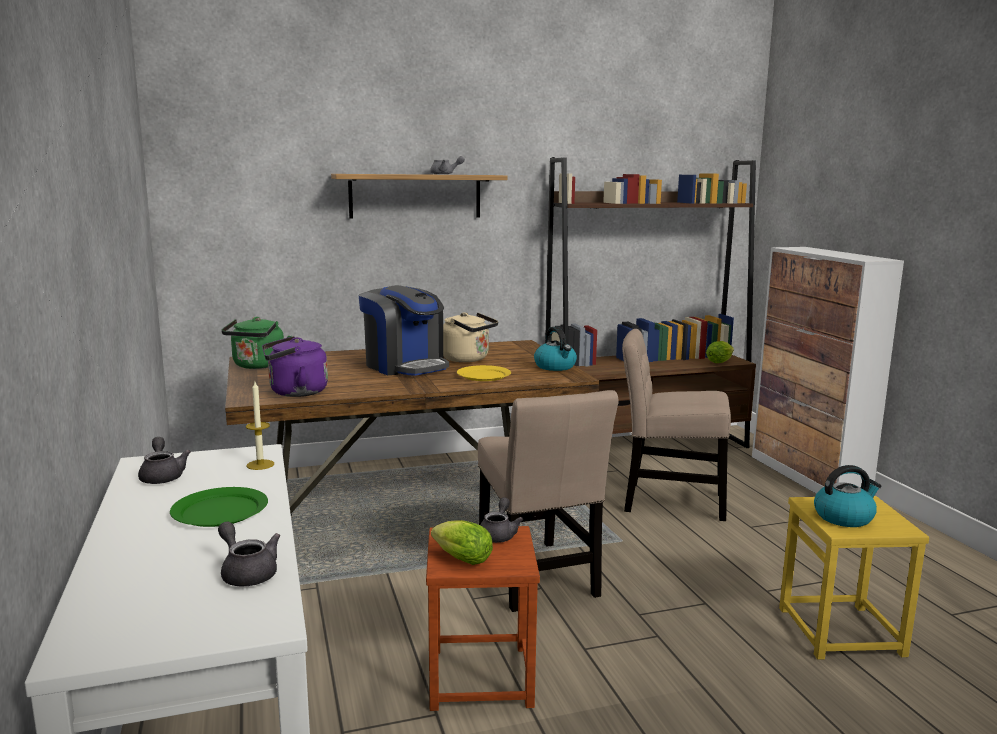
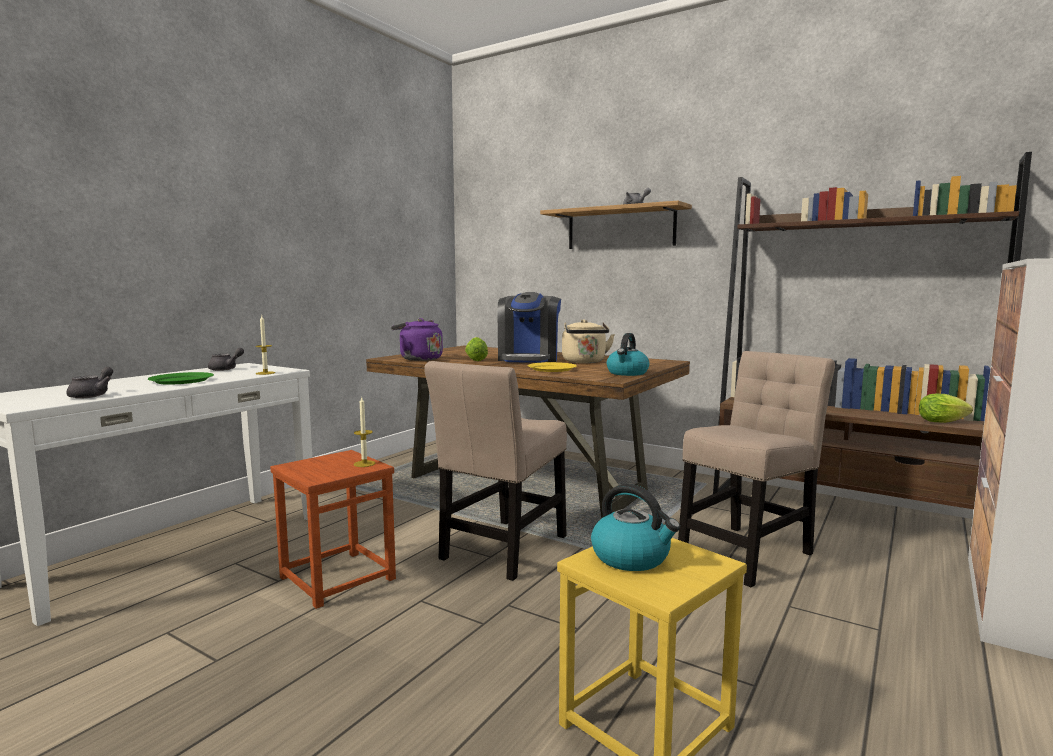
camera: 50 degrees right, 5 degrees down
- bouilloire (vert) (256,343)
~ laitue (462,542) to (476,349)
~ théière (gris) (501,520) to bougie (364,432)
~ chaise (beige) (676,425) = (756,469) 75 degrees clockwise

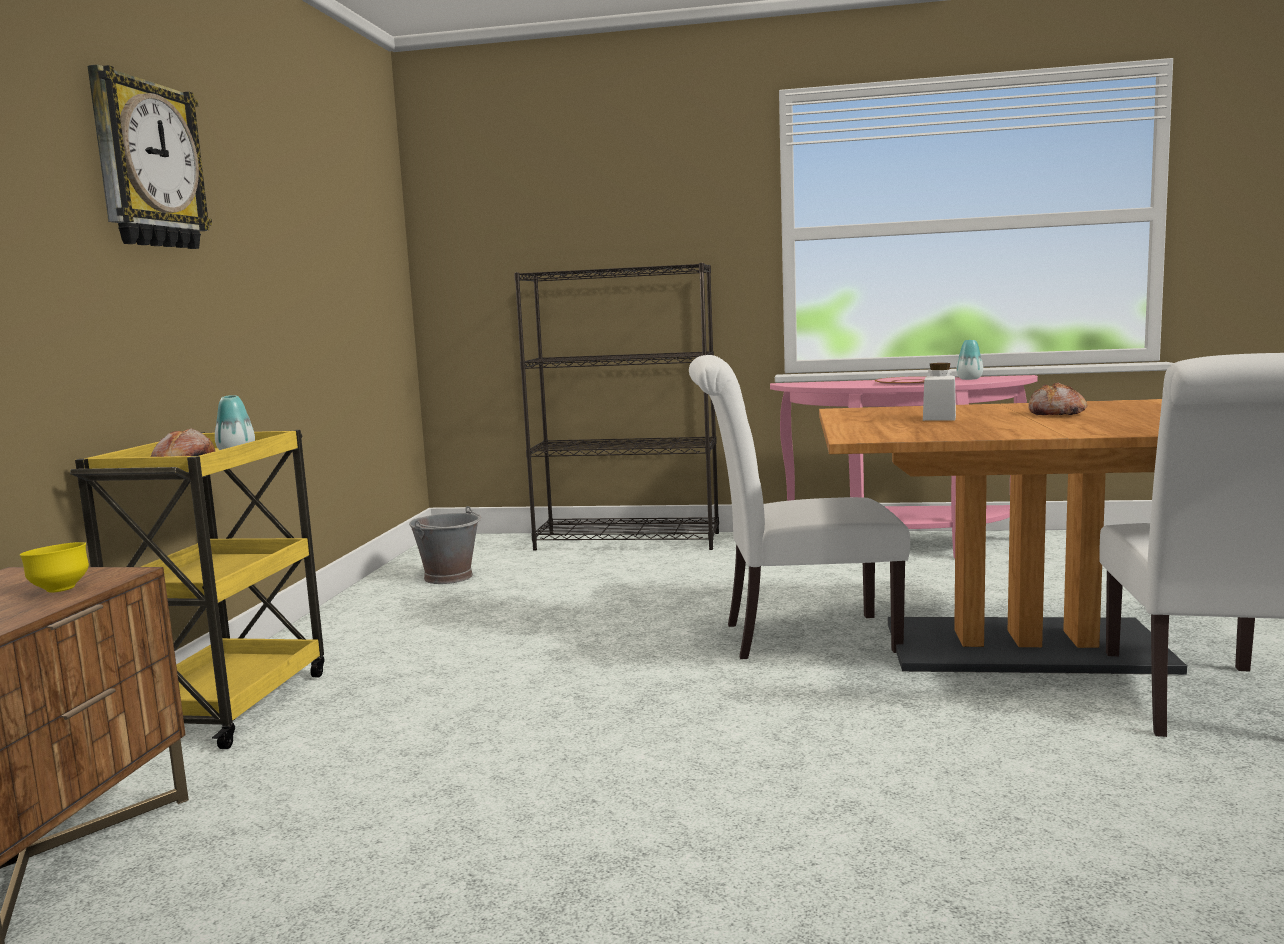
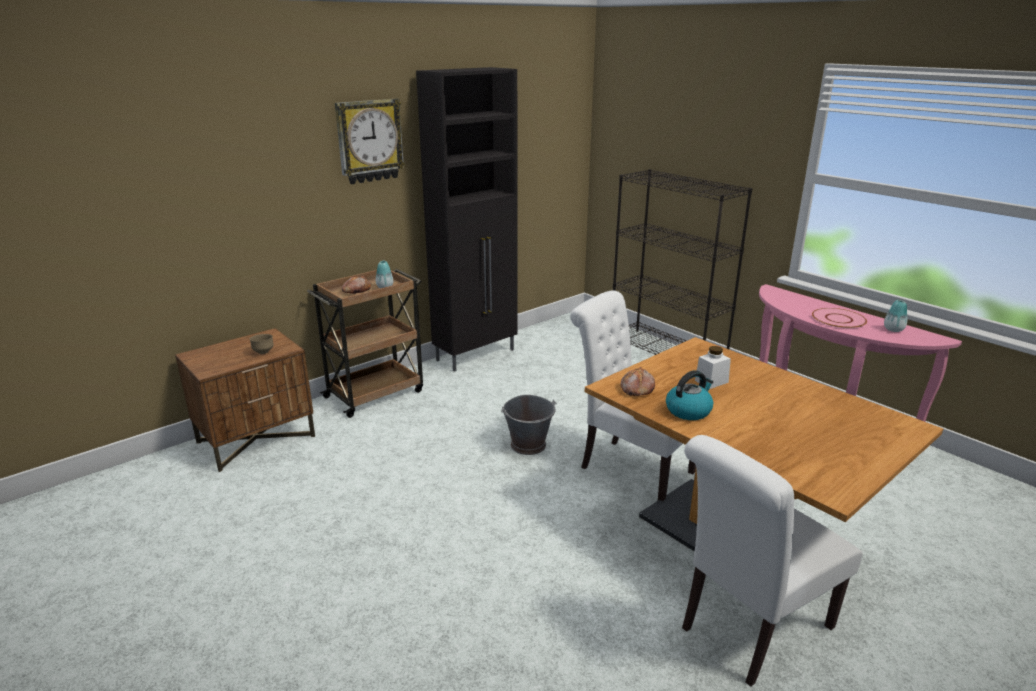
camera: 40 degrees right, 15 degrees up
+ meuble de rangement (noir) (466,219)
+ bouilloire (689,395)
~ seau (gris) (445,545) to (529,425)
~ pain (1057,399) to (637,381)
~ bol (jaune) (54,567) to bol (marron) (262,344)
~ chariot (jaune) (197,589) to chariot (marron) (365,343)

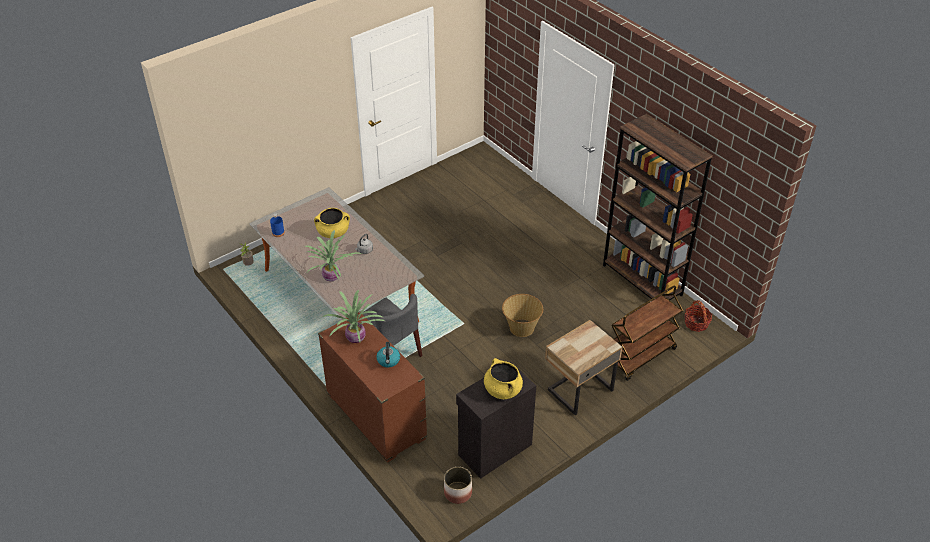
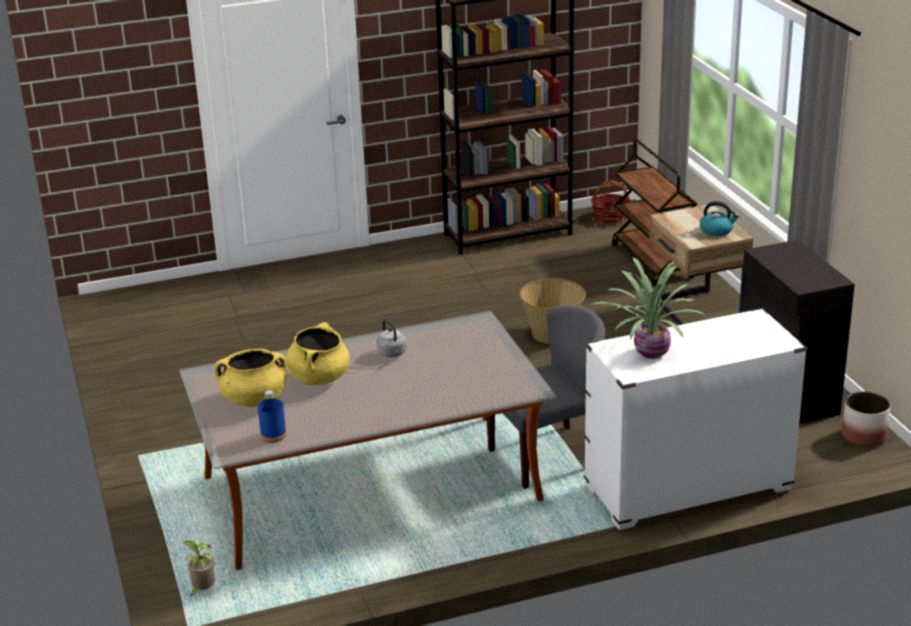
camera: 70 degrees left, 15 degrees down
- plante en pot (333,256)
~ bouilloire (388,355) to (719,218)
~ marmite (jaune) (503,378) to (250,378)
~ commode (marron) (372,387) to commode (blanc) (695,419)

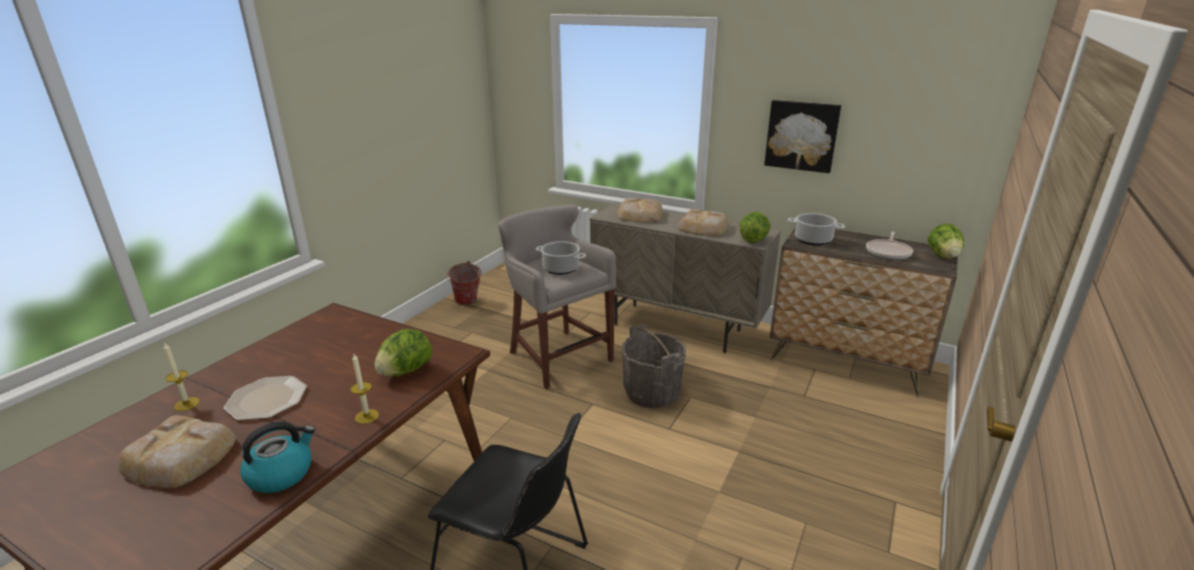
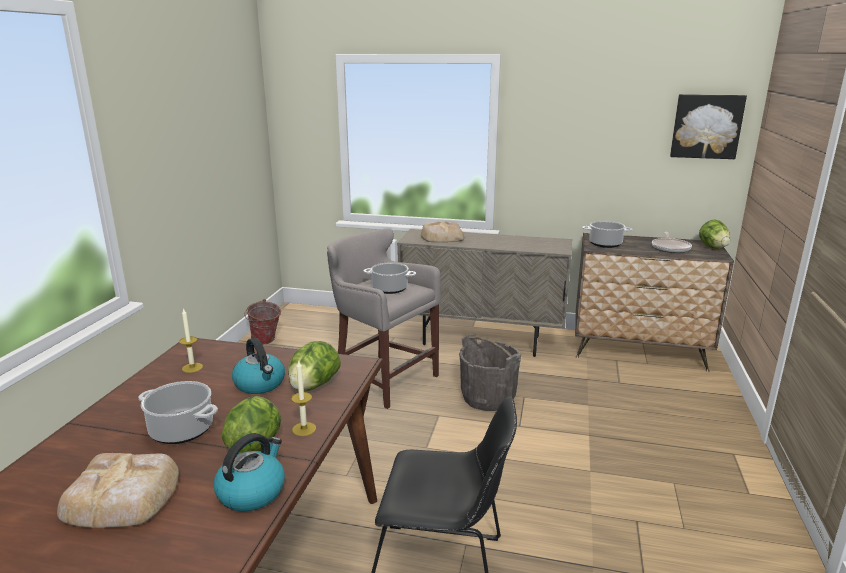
camera: 15 degrees left, 5 degrees down
- pain (703,222)
+ bouilloire (258,366)
~ bougie (182,377) to (191,340)
~ laitue (755,227) to (251,425)
~ tableau (802,136) to (708,126)
~ assiette (265,398) to marmite (178,412)

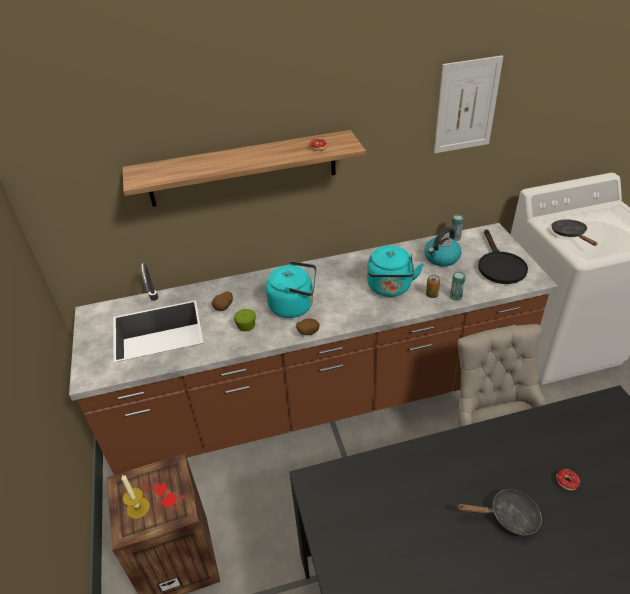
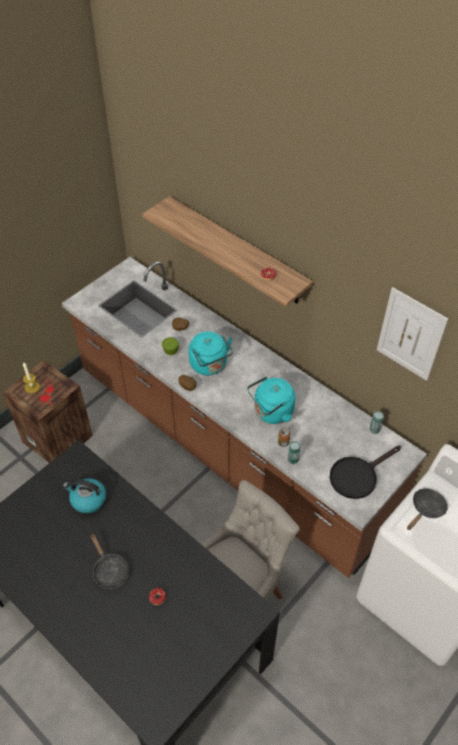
camera: 55 degrees right, 10 degrees up
~ bouilloire (442,247) to (84,495)

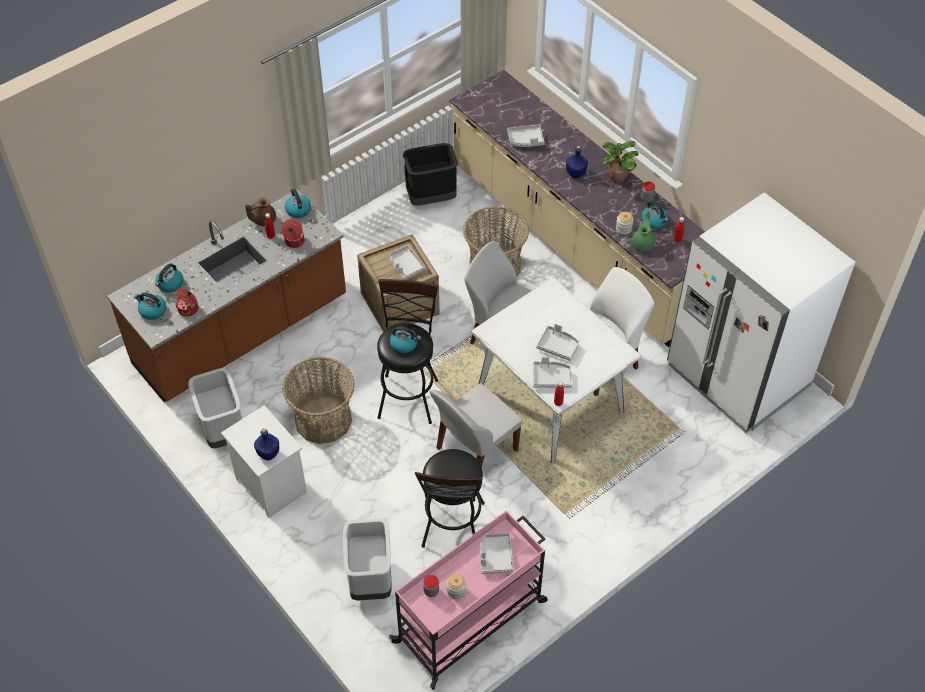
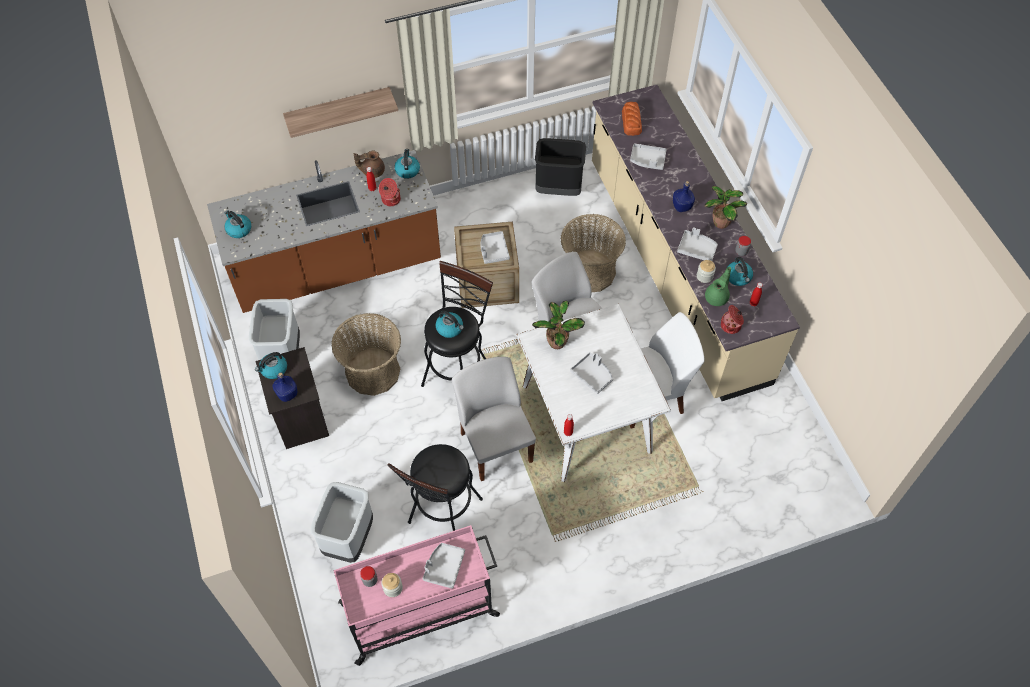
camera: 20 degrees right, 5 degrees up
- réfrigérateur (blanc) (761,313)
+ étagère (340,112)
+ plante en pot (558,325)
+ pain (632,119)
~ bouilloire (169,277) to (271,365)
~ marmite (187,302) to (732,319)
~ plateau (gris) (552,372) to (697,244)
~ table de chevet (blanc) (264,461) to table de chevet (noir) (292,398)
~ chaise (blanc) (475,425) = (494,419) 90 degrees clockwise

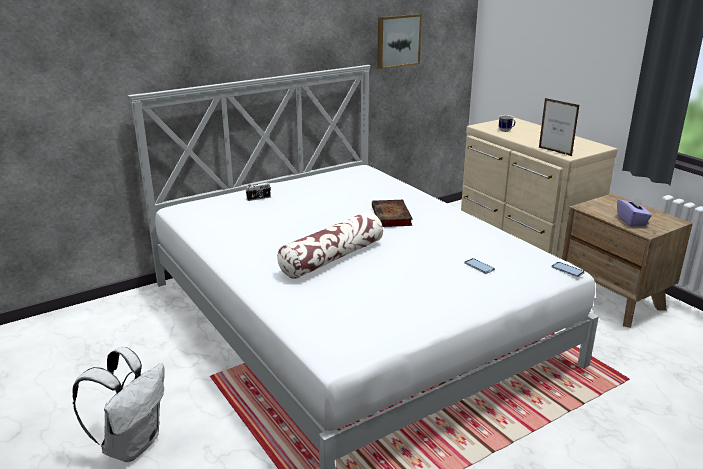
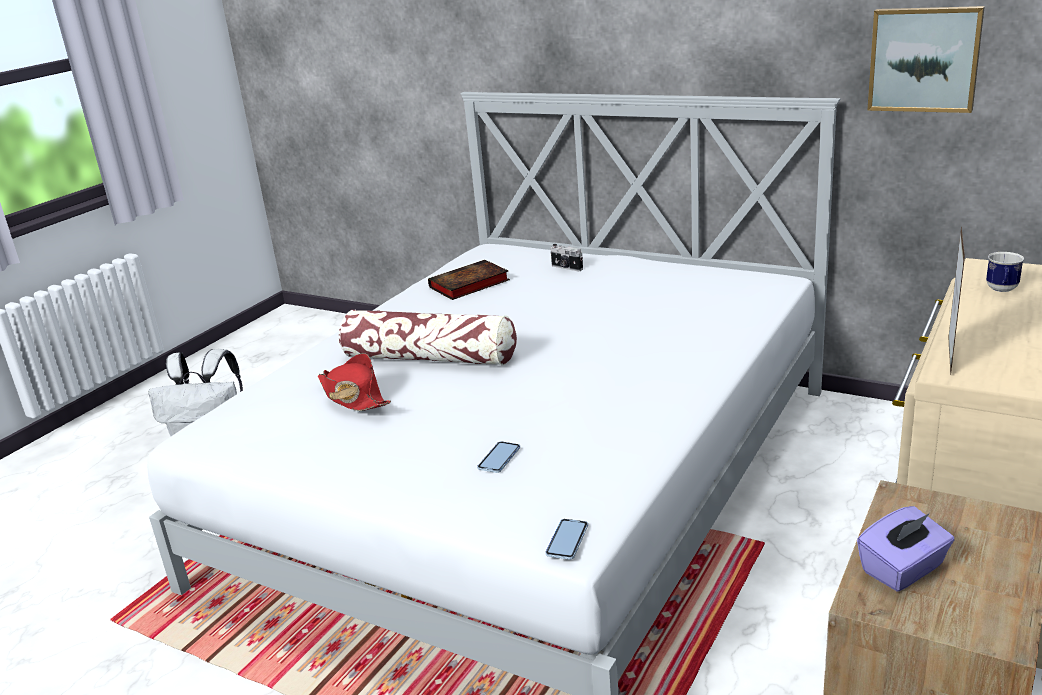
camera: 65 degrees right, 0 degrees up
+ chapeau (rouge) (354,382)
~ livre (392,213) to (469,280)

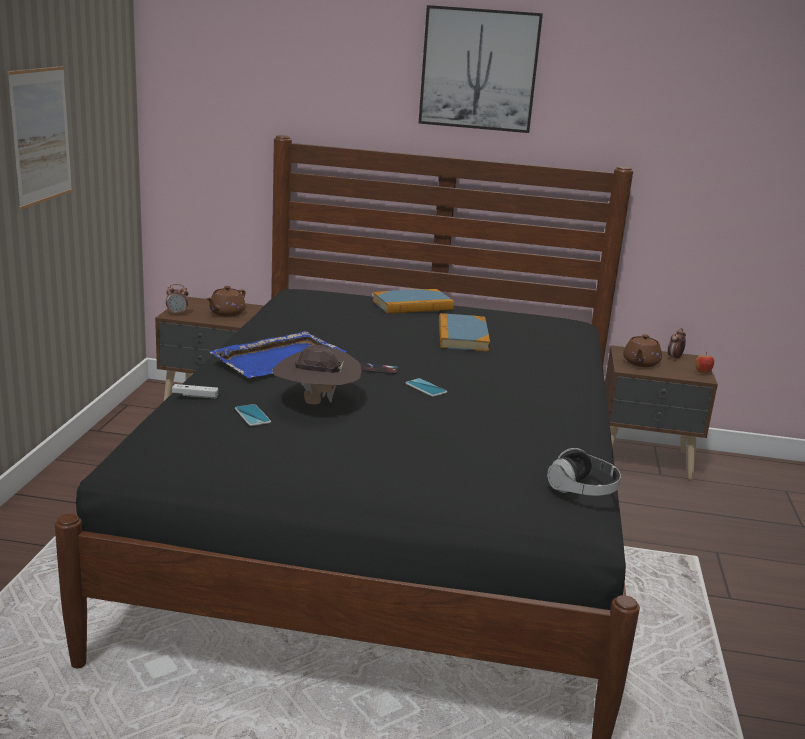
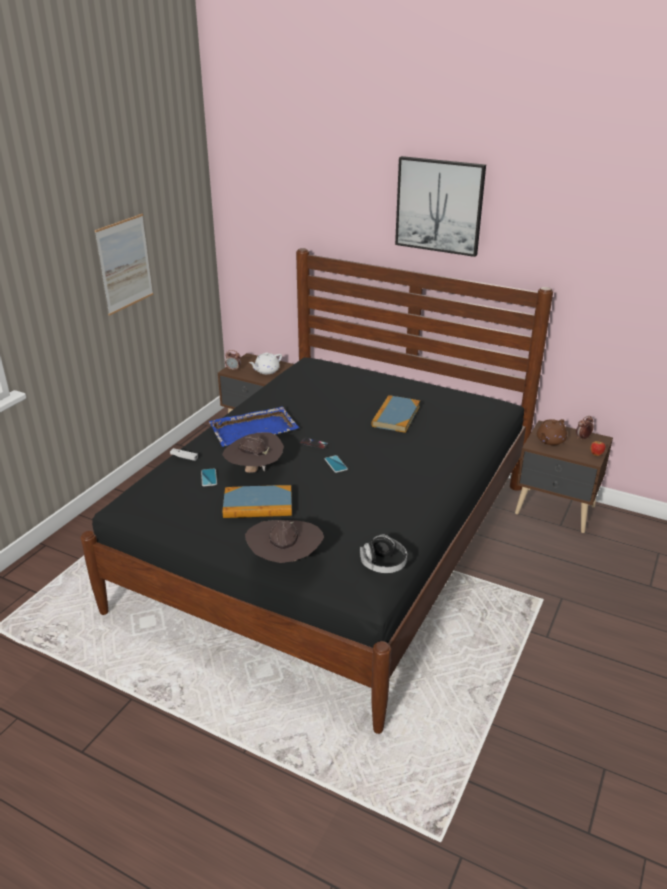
camera: 20 degrees right, 10 degrees up
+ chapeau (marron) (284,541)
~ livre (413,301) to (257,501)
~ théière (marron) (225,301) to théière (blanc) (265,363)

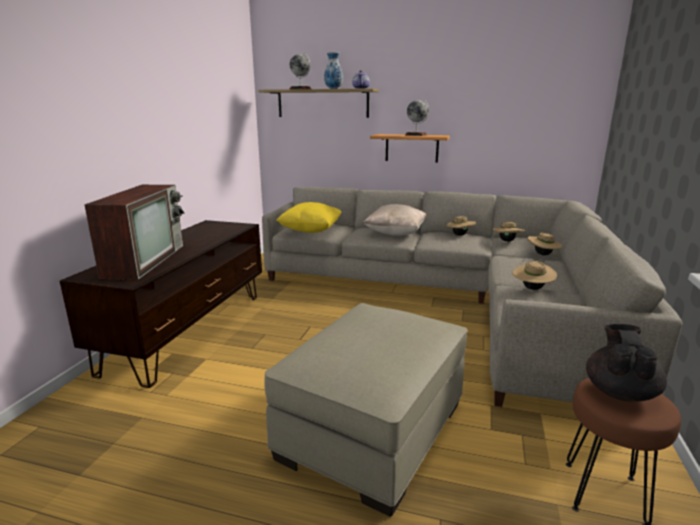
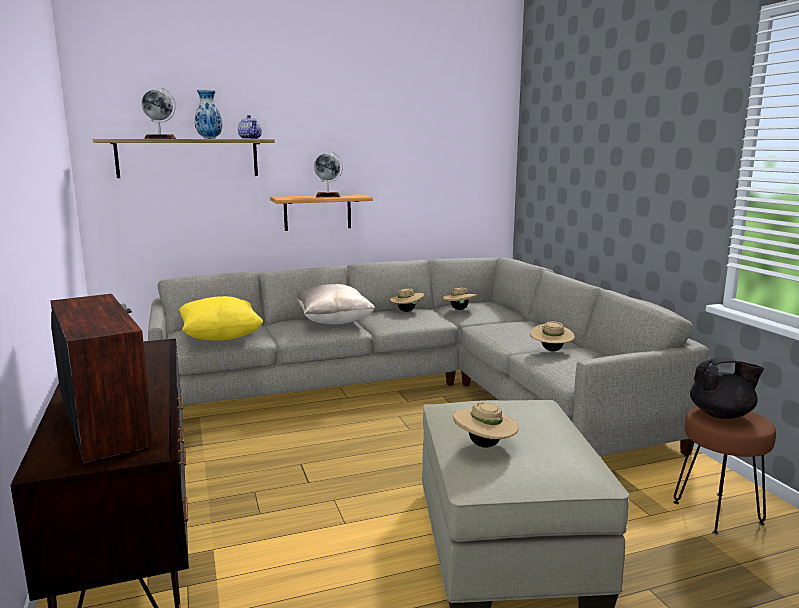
camera: 35 degrees left, 5 degrees down
~ chapeau (beige) (545,244) to (486,425)
~ théière (noir) (626,363) = (727,388) 105 degrees clockwise

